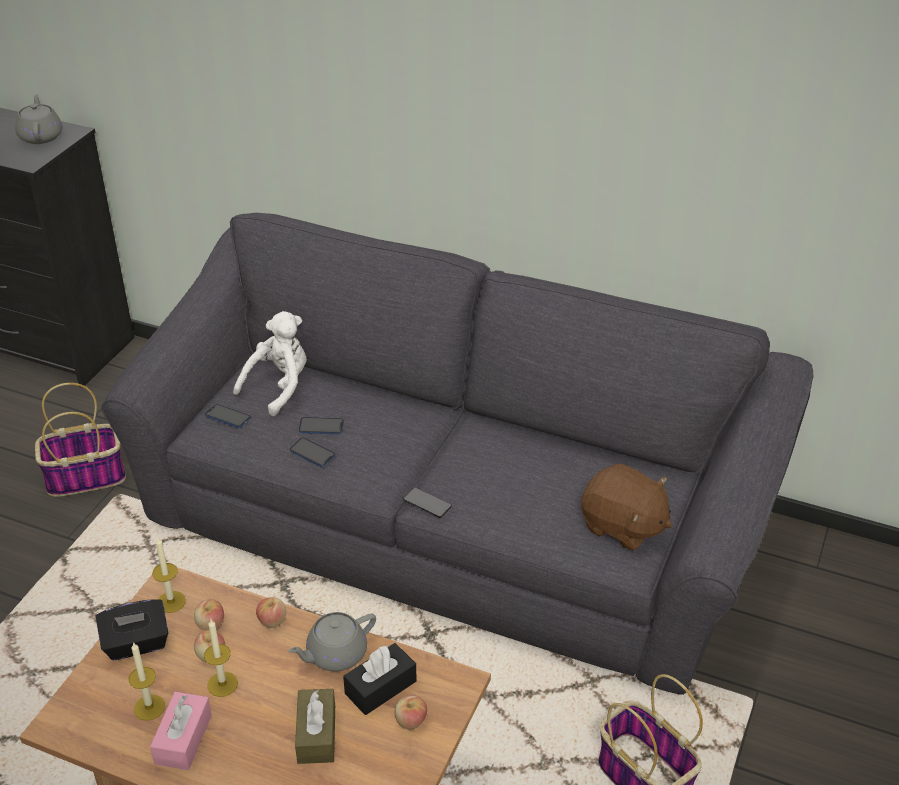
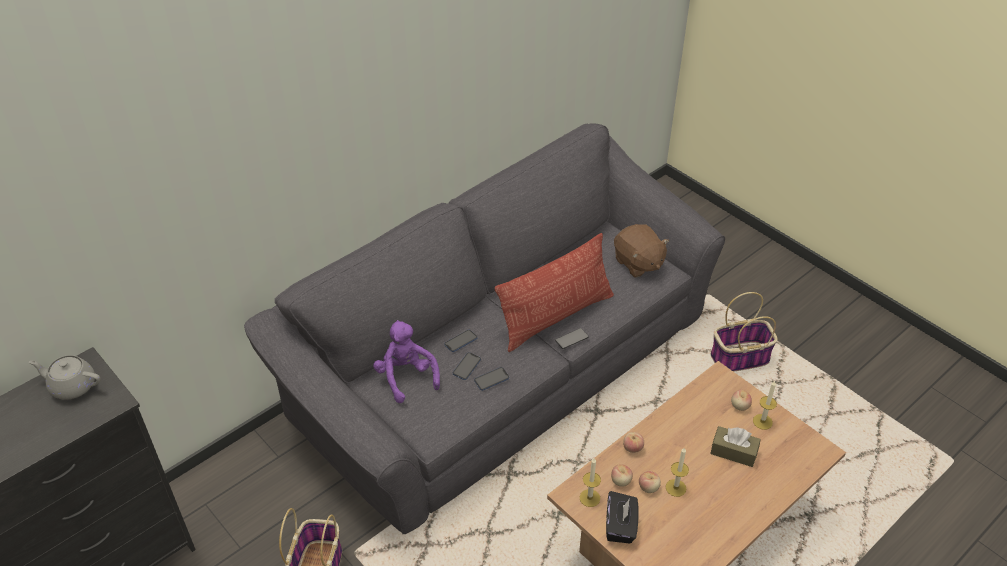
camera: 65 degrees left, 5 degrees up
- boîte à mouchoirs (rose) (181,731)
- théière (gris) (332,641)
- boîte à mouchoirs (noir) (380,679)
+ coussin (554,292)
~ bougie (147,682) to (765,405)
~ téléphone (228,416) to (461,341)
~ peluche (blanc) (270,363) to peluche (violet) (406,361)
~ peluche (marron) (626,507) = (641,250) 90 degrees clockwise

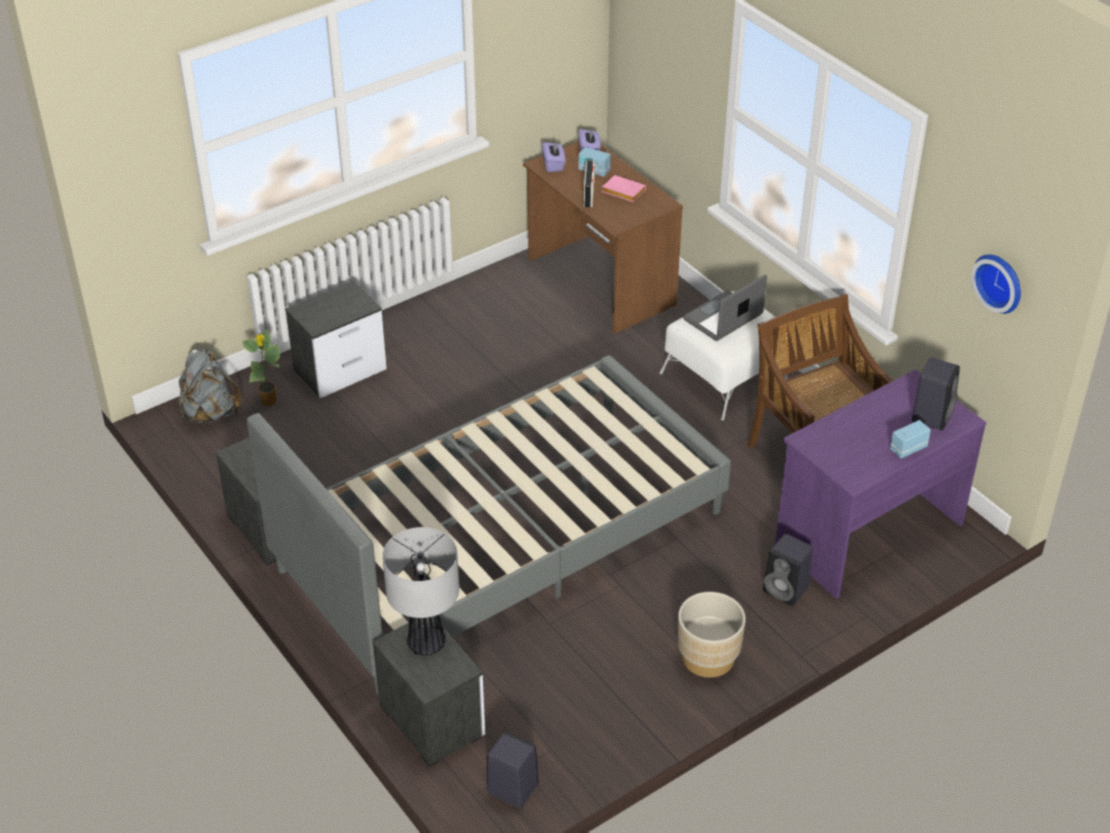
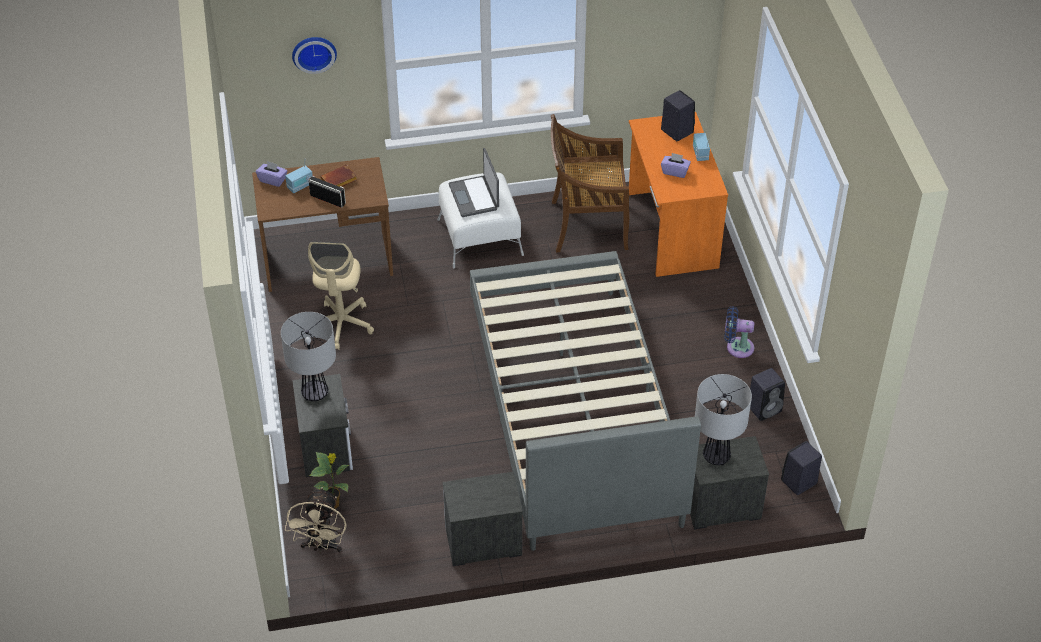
camera: 65 degrees left, 5 degrees up
+ lampe de table (308,356)
+ chaise de bureau (beige) (341,296)
~ boîte à mouchoirs (violet) (553,156) to (676,165)
~ enceinte (noir) (788,570) to (767,394)
~ horloge murale (996,284) to (314,55)
~ sac à dos (gris) (210,386) to ventilateur (beige) (316,520)
~ cache-pot (beige) (712,635) to ventilateur (bleu) (739,332)
~ livre (rose) (624,188) to livre (marron) (339,176)
~ bureau (violet) (881,484) to bureau (orange) (678,194)

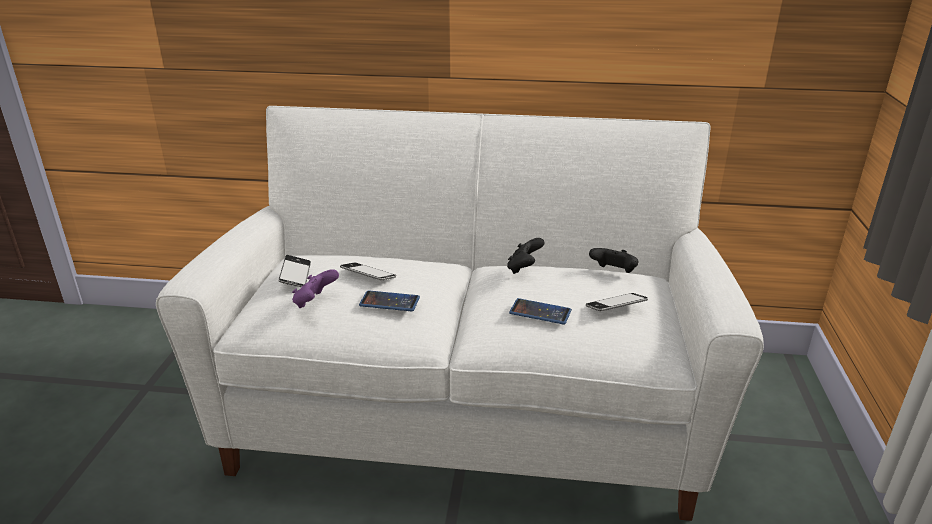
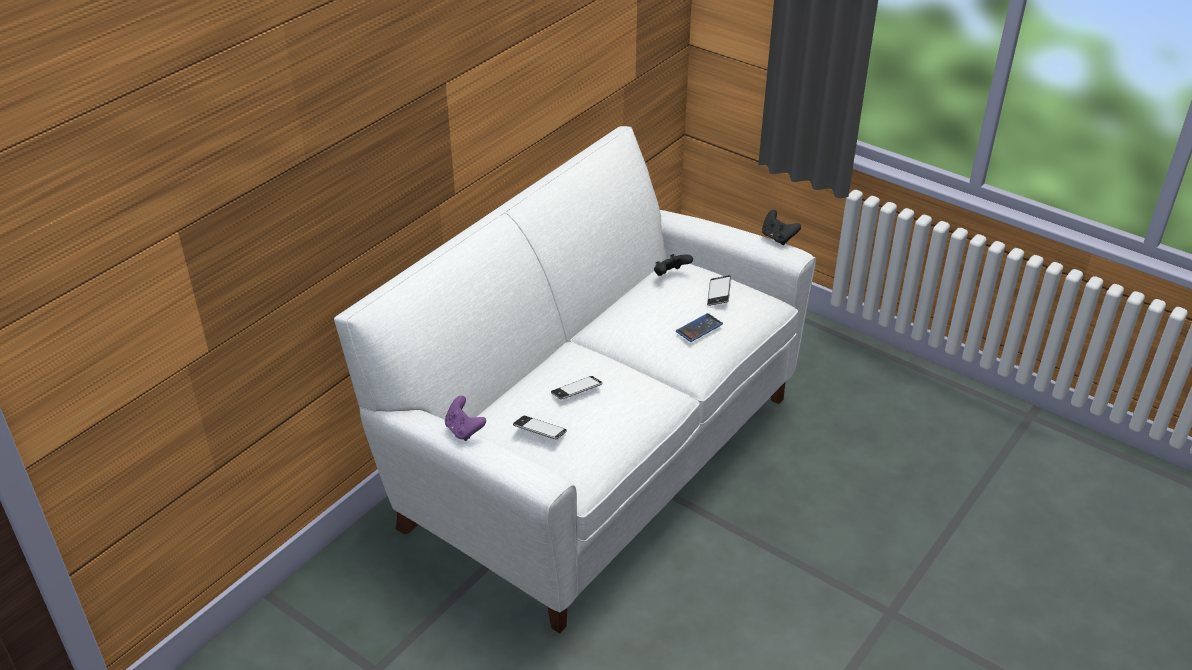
camera: 60 degrees left, 10 degrees up
- téléphone (389,300)
~ manette (violet) (315,288) to (465,418)
~ manette (noir) (526,256) to (781,227)

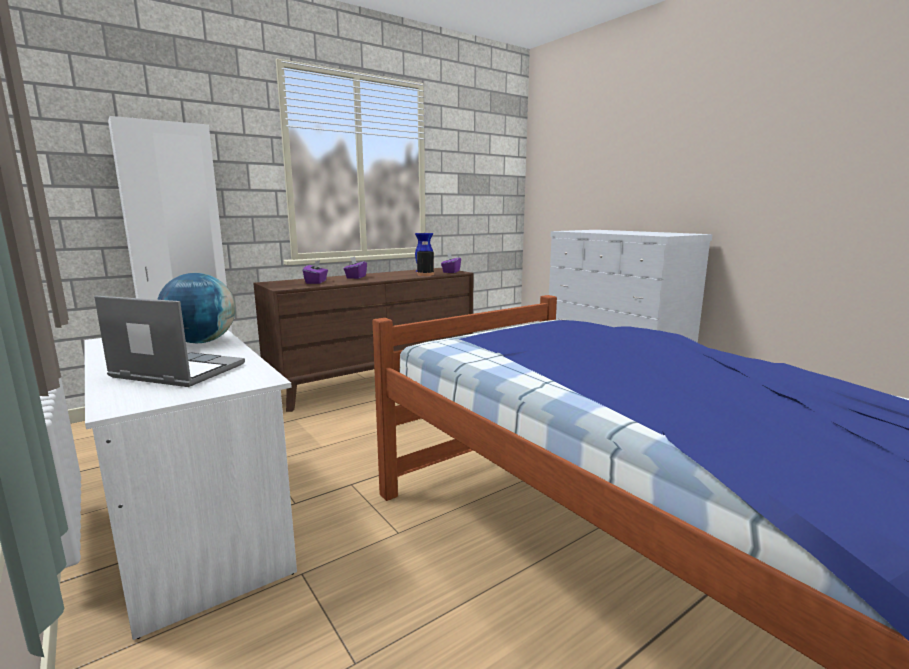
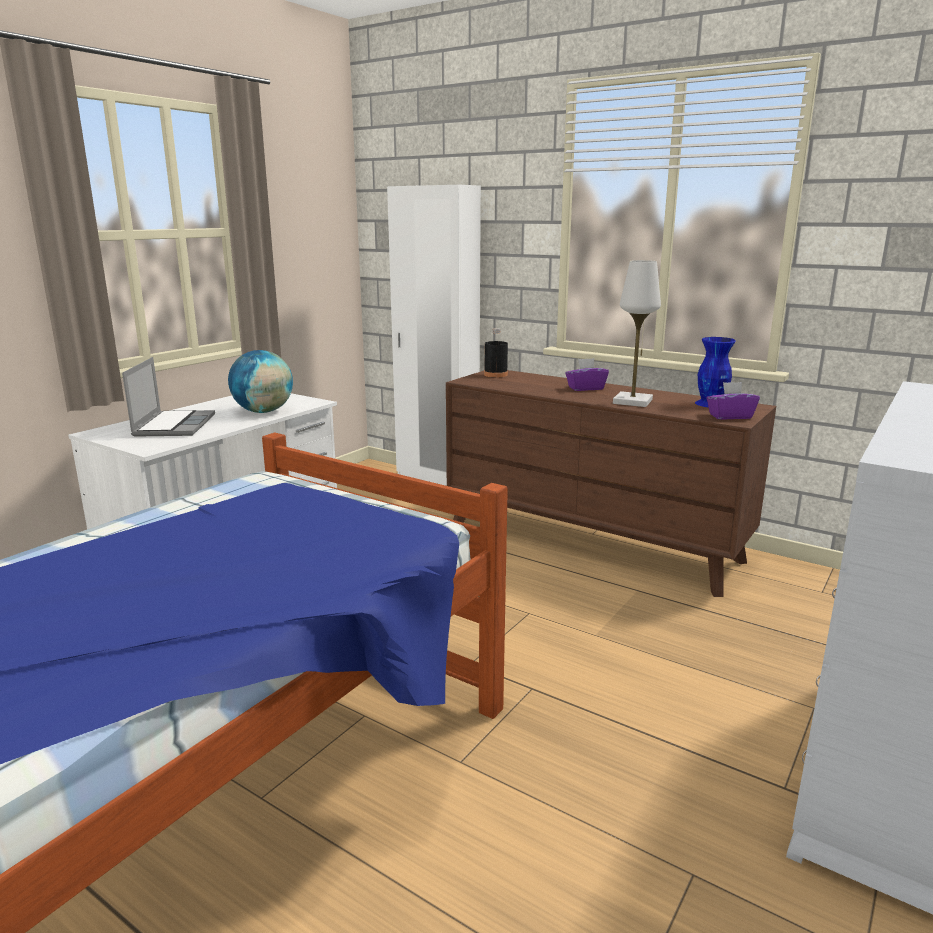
camera: 70 degrees right, 5 degrees up
- boîte à mouchoirs (violet) (315,272)
+ lampe de table (blanc) (637,333)
~ bouteille (noir) (425,259) to (496,352)

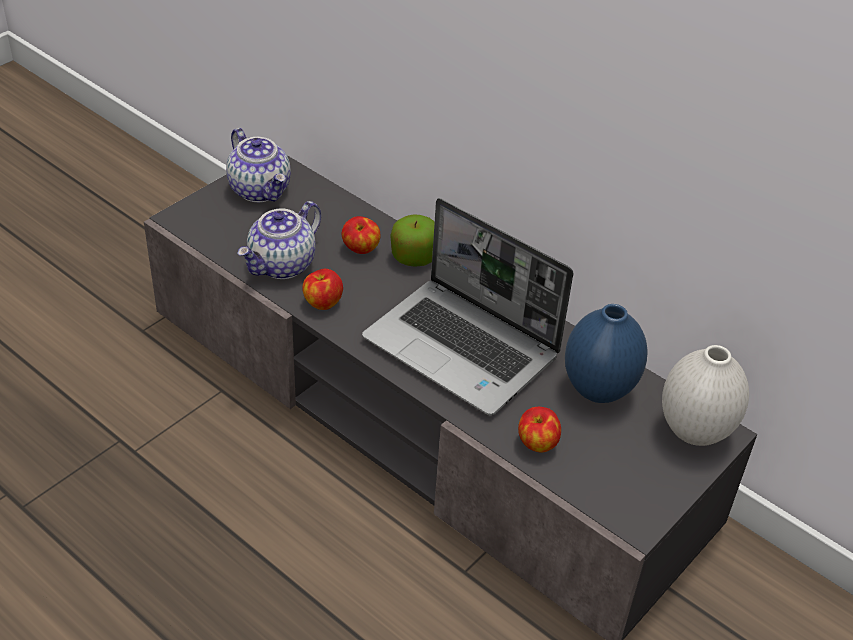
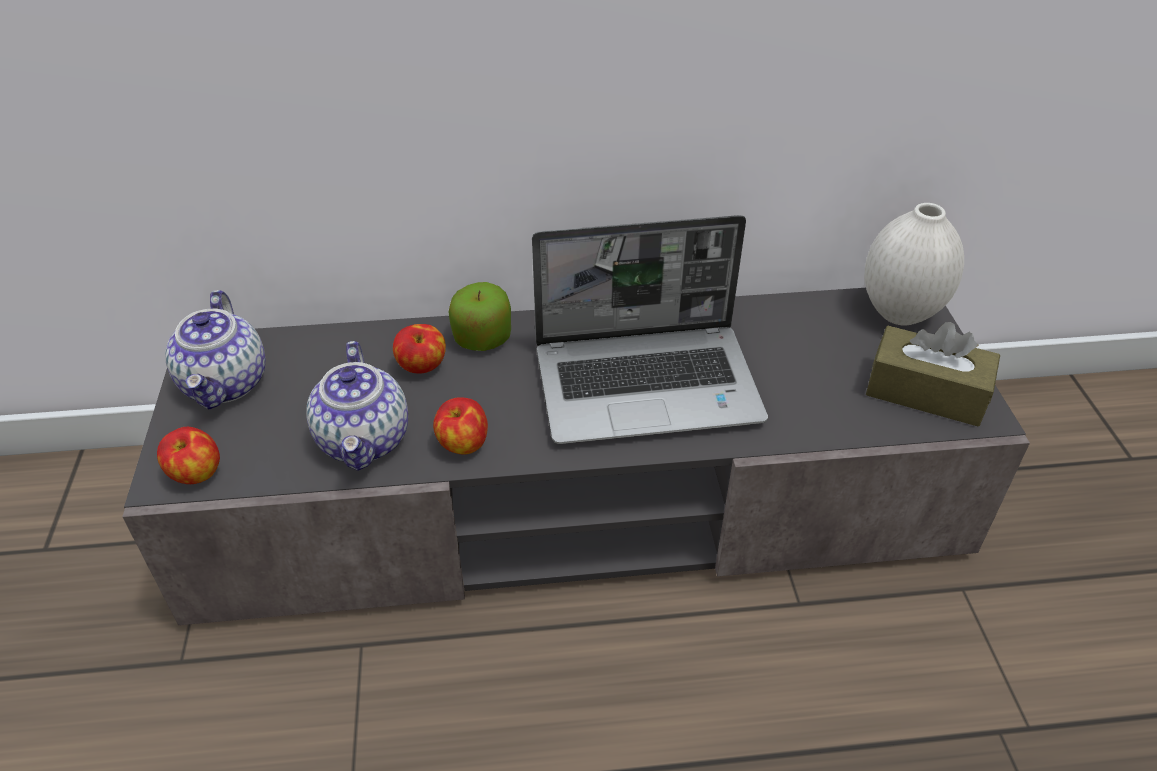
camera: 45 degrees left, 0 degrees up
- vase (bleu) (606,353)
+ boîte à mouchoirs (marron) (933,374)
~ pomme (539,429) to (188,455)
~ théière (258,165) = (215,349) 75 degrees clockwise

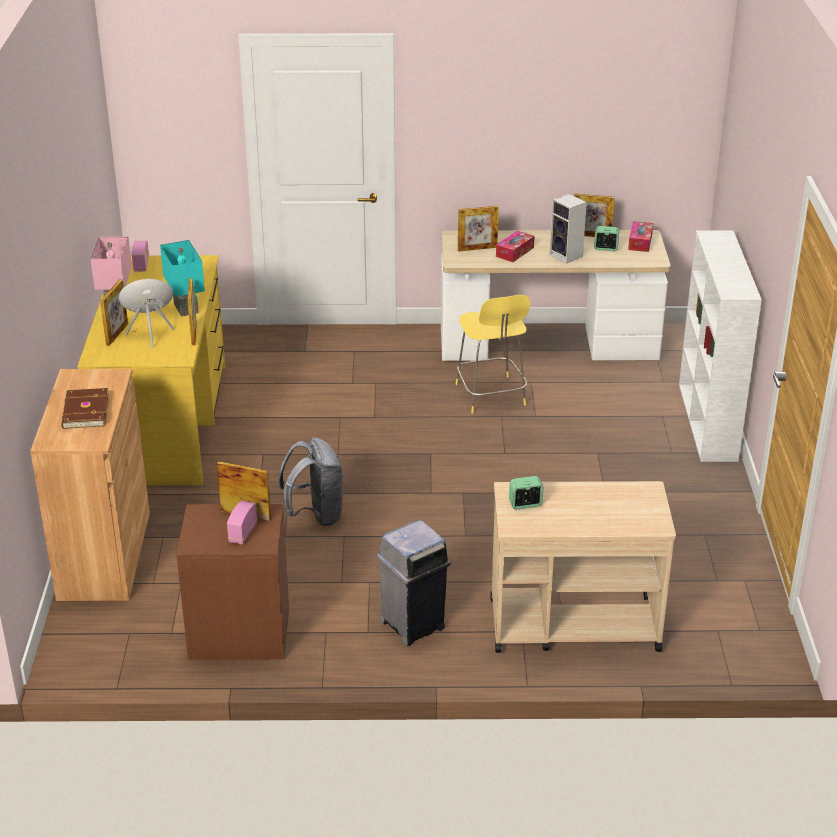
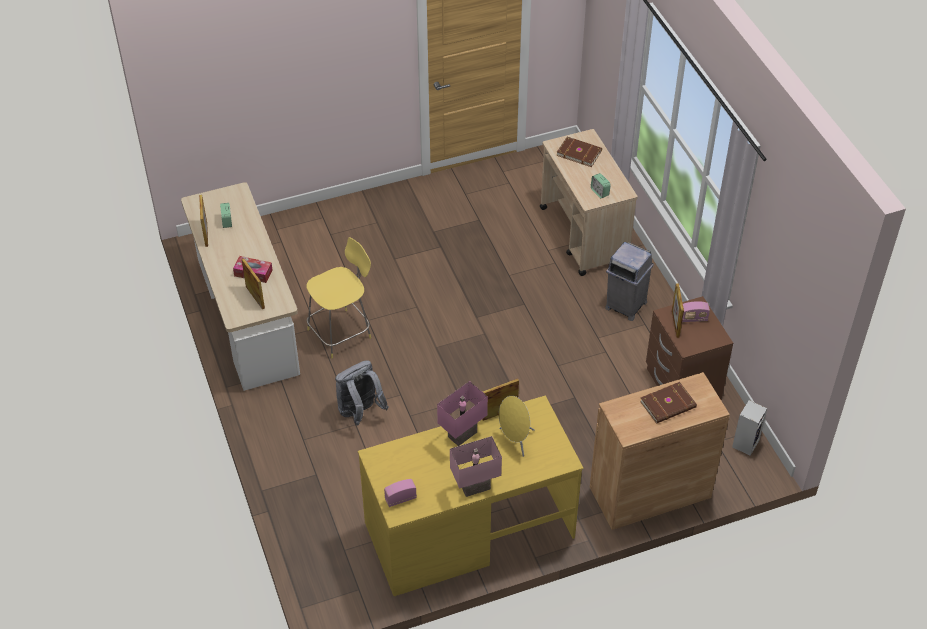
camera: 110 degrees left, 15 degrees up
- cadre photo (114,312)
- boîte à mouchoirs (640,236)
- bibliothèque (blanc) (720,346)
+ livre (marron) (579,152)
~ sac à dos (gris) (311,482) to (362,393)
~ enceinte (568,229) to (750,428)
~ lampe de table (turquoise) (182,278) to lampe de table (rose) (462,413)

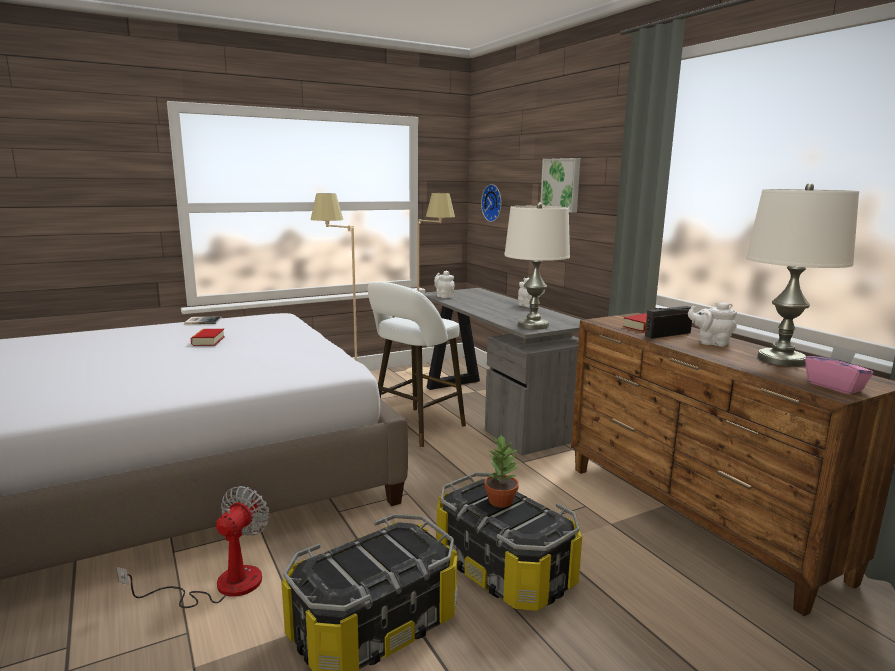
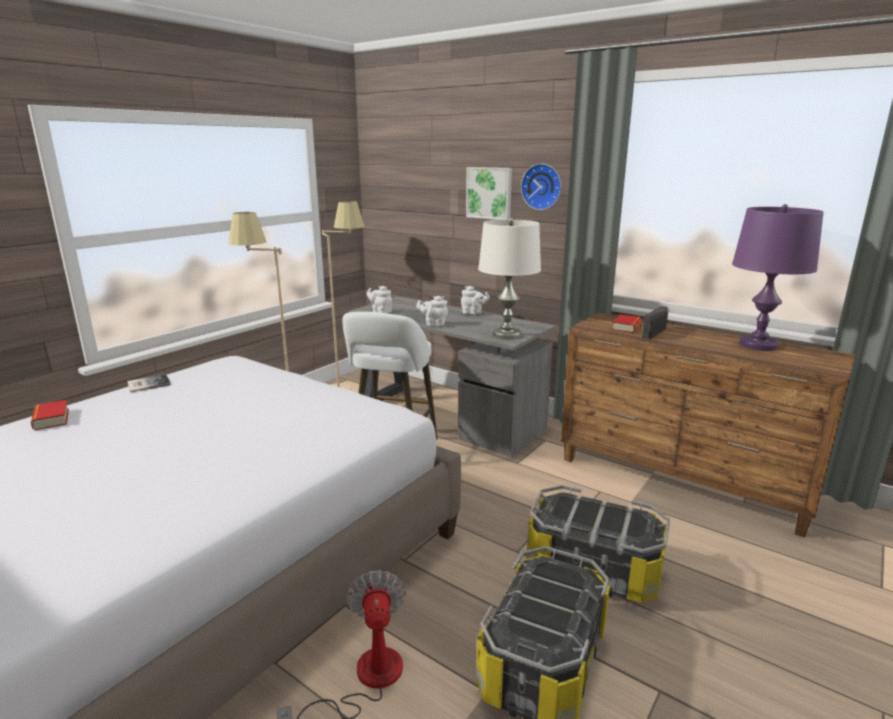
camera: 25 degrees left, 5 degrees up
- plante en pot (501,471)
- boîte à mouchoirs (rose) (839,369)
~ livre (208,337) to (50,415)
~ horloge murale (491,203) to (541,186)
~ théière (blanc) (712,324) to (432,311)
~ lampe de table (blanc) (802,275) to lampe de table (violet) (778,277)

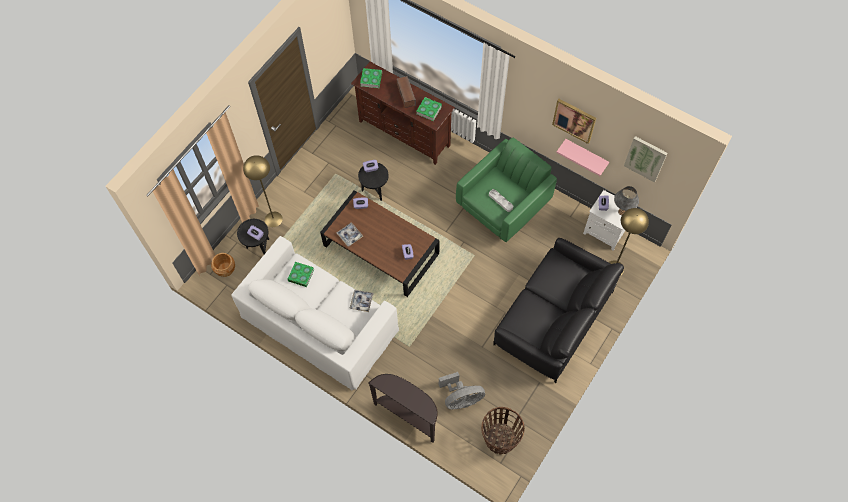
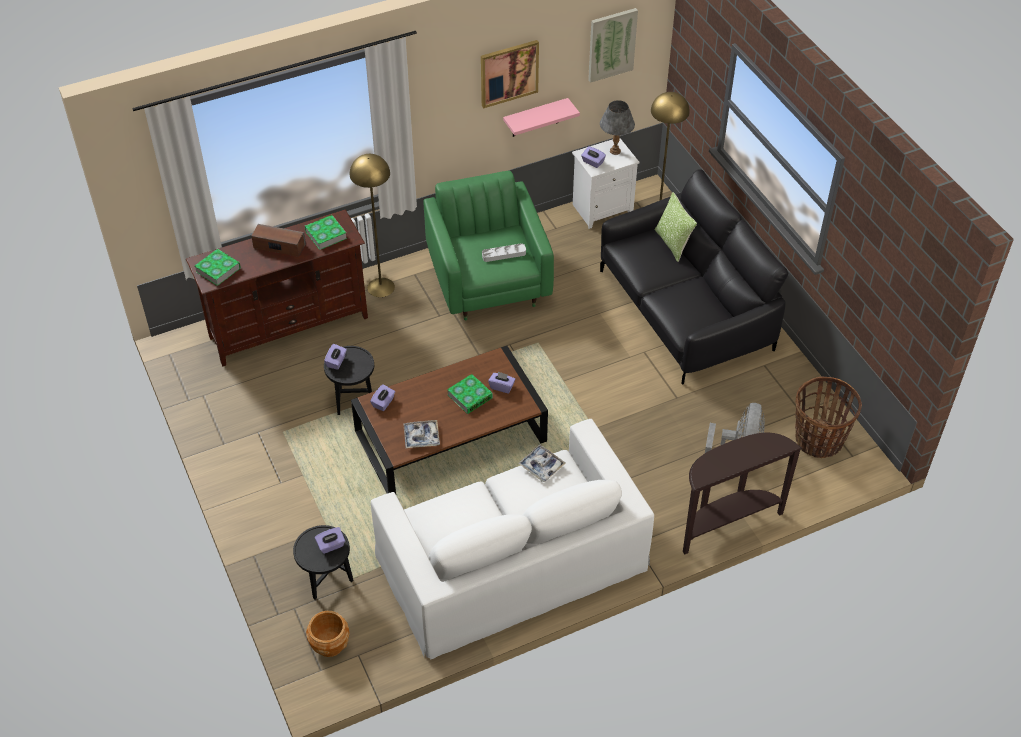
camera: 60 degrees left, 15 degrees down
+ coussin (675,227)
~ lampadaire (jaune) (263,191) to (372,225)
~ livre (300,274) to (470,394)

